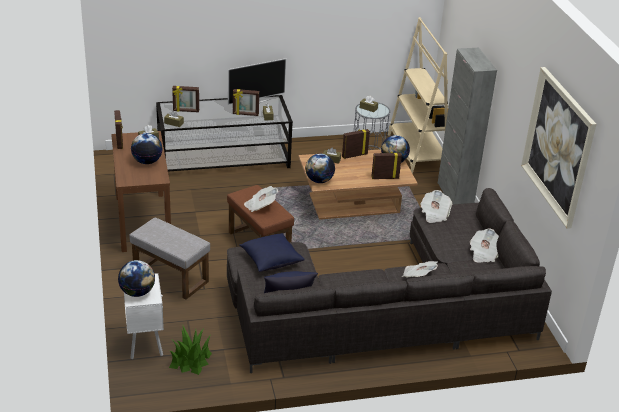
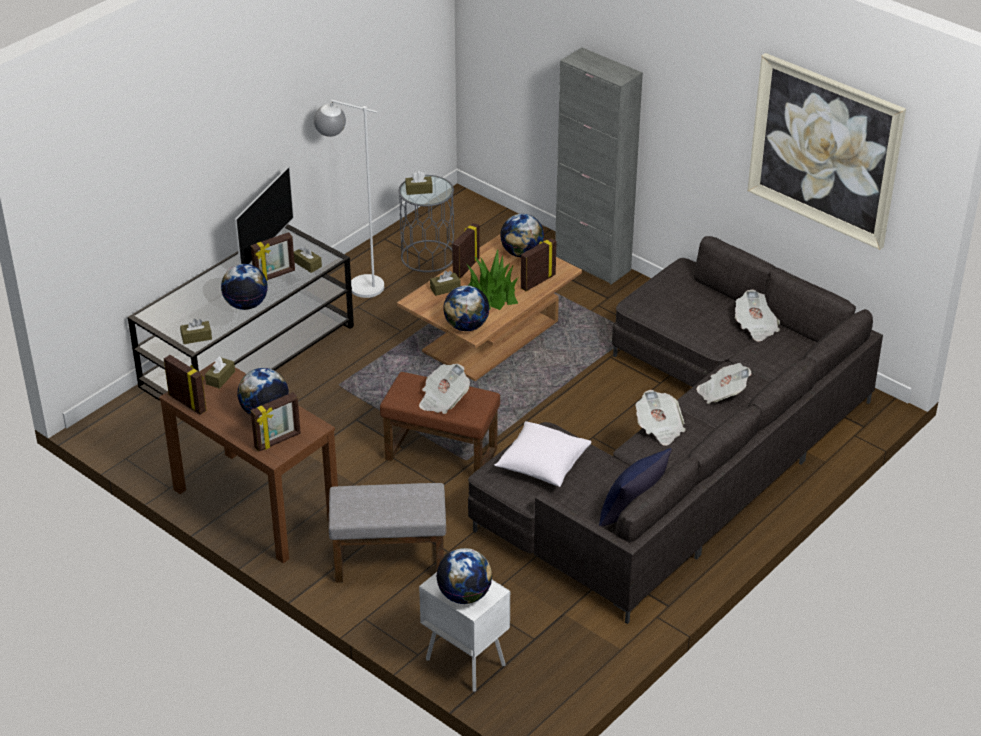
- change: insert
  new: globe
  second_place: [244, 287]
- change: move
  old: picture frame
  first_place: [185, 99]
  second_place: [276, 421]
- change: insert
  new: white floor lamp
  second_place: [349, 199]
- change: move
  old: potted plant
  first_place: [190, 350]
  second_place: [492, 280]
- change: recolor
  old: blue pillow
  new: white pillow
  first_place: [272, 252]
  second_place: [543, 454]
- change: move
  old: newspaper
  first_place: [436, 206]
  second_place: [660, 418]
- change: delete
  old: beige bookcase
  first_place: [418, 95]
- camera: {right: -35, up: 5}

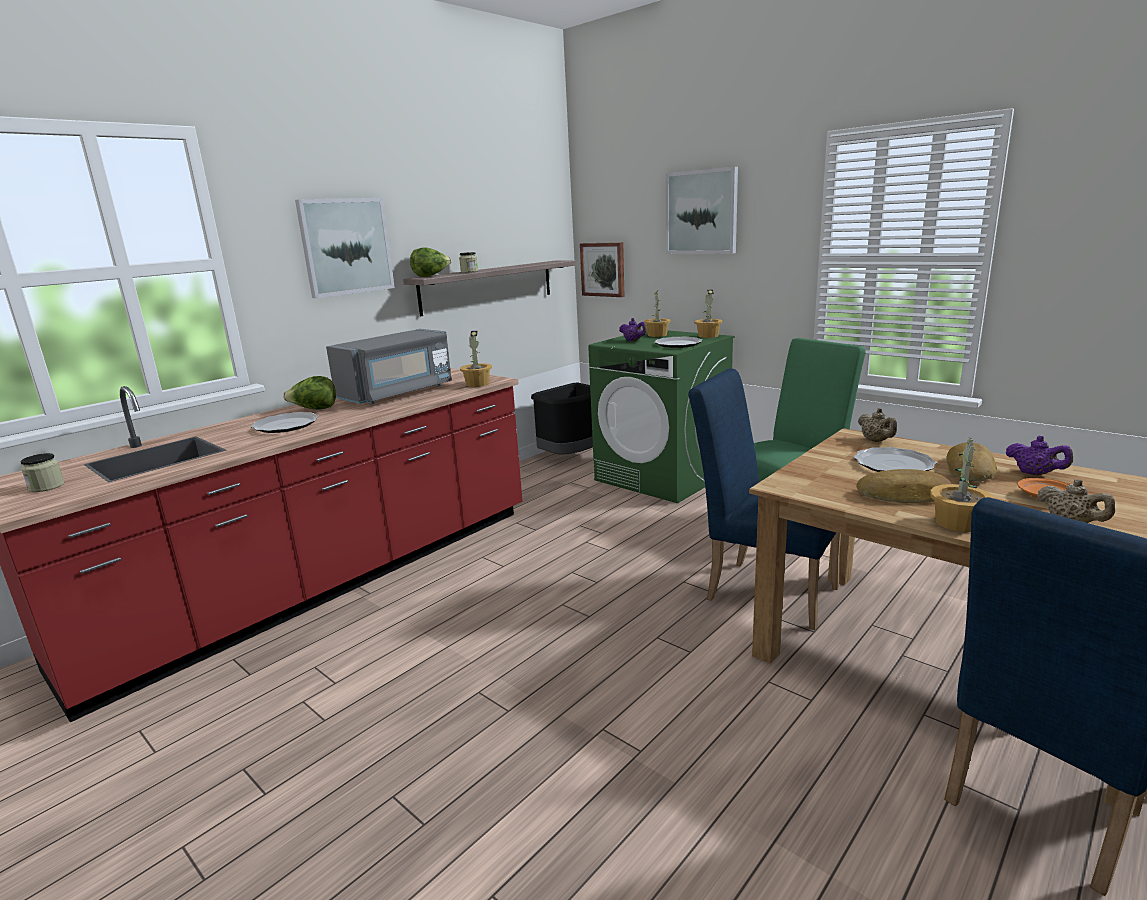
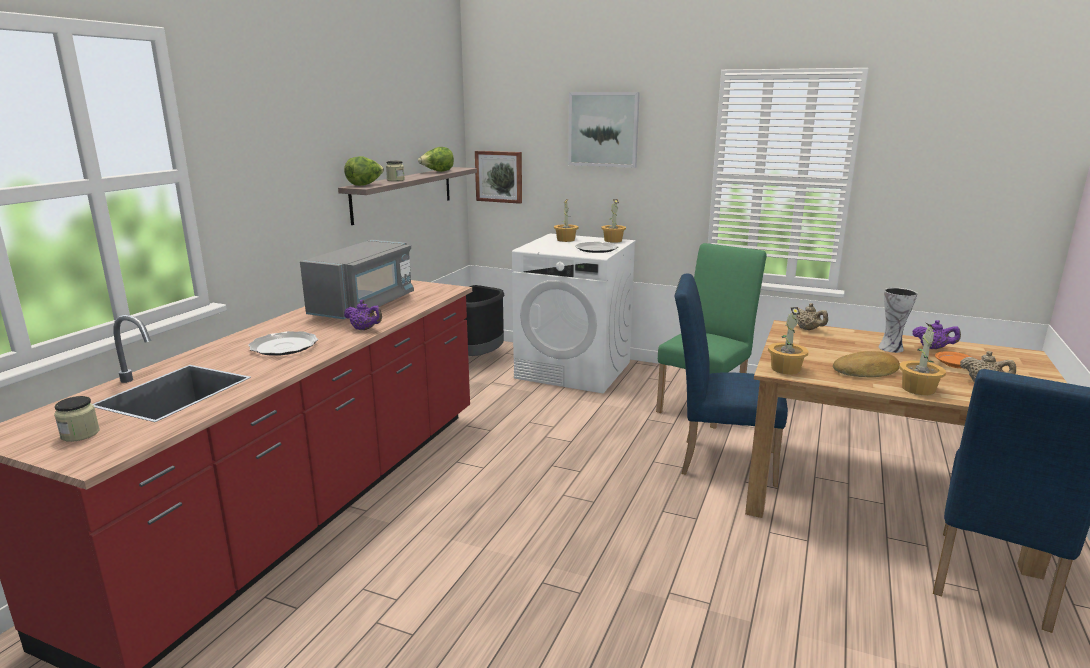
- change: move
  old: purple teapot
  first_place: [633, 329]
  second_place: [363, 315]
- change: move
  old: lettuce
  first_place: [309, 393]
  second_place: [436, 159]
- change: recolor
  old: green washing machine
  new: white washing machine
  first_place: [661, 417]
  second_place: [574, 313]
- change: move
  old: potted plant
  first_place: [476, 359]
  second_place: [788, 340]
- change: replace
  old: bread
  new: vase
  first_place: [971, 461]
  second_place: [898, 320]
- change: delete
  old: picture
  first_place: [345, 248]
- change: delete
  old: plate
  first_place: [895, 459]
- camera: {right: -20, up: 0}

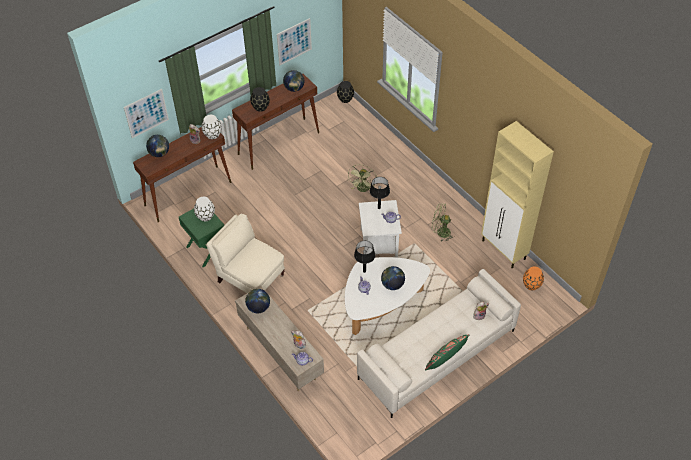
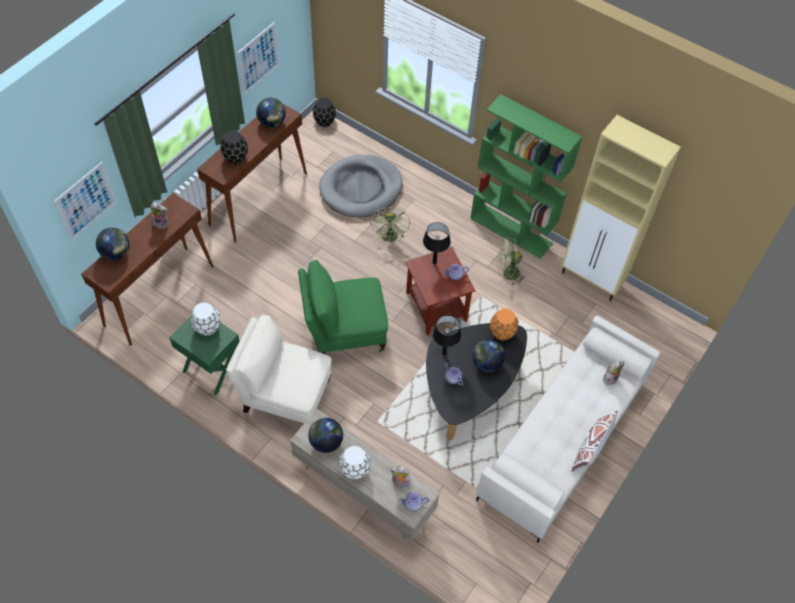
- change: insert
  new: green armchair
  second_place: [343, 307]
- change: insert
  new: grey dog bed
  second_place: [361, 186]
- change: move
  old: white vase
  first_place: [212, 127]
  second_place: [355, 463]
- change: recolor
  old: white side table
  new: brown side table
  first_place: [380, 229]
  second_place: [440, 291]
- change: recolor
  old: white coffee table
  new: black coffee table
  first_place: [387, 296]
  second_place: [476, 381]
- change: insert
  new: green bookcase
  second_place: [526, 176]
- change: move
  old: orange vase
  first_place: [533, 278]
  second_place: [504, 324]
- change: recolor
  old: green pillow
  new: white pillow
  first_place: [447, 352]
  second_place: [594, 441]
- camera: {right: -20, up: 5}

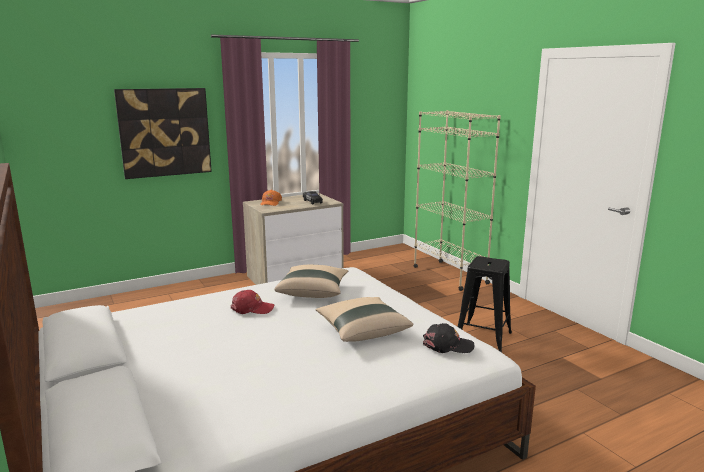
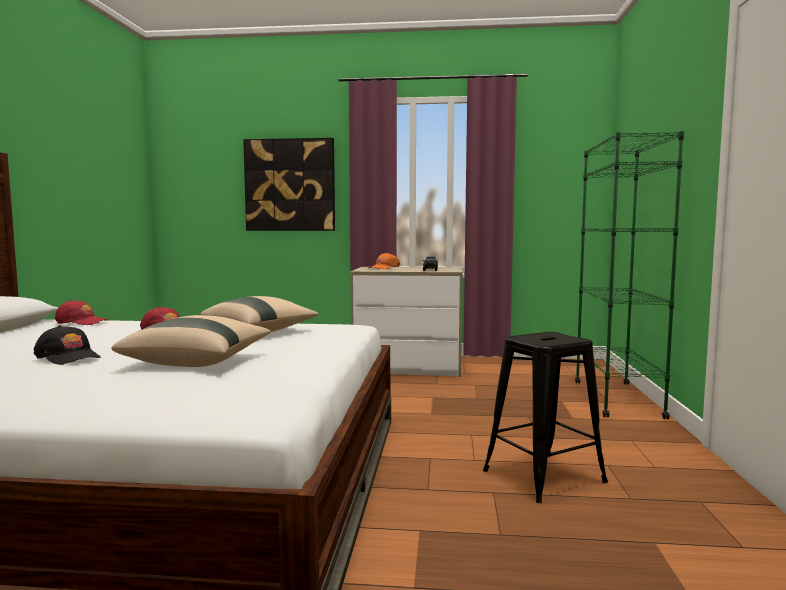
- change: move
  old: black cap
  first_place: [449, 338]
  second_place: [67, 345]
- change: insert
  new: red cap
  second_place: [81, 312]
- change: recolor
  old: beige bookcase
  new: green bookcase
  first_place: [457, 200]
  second_place: [629, 275]
- camera: {right: 35, up: -10}

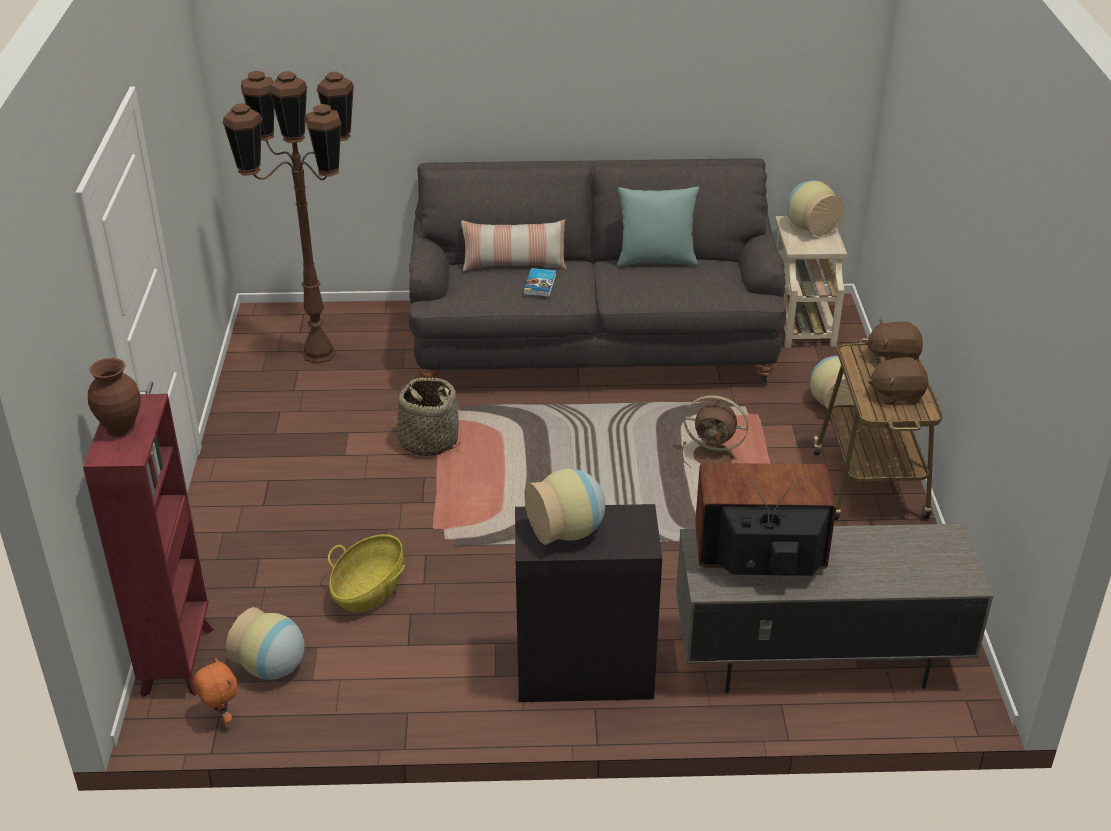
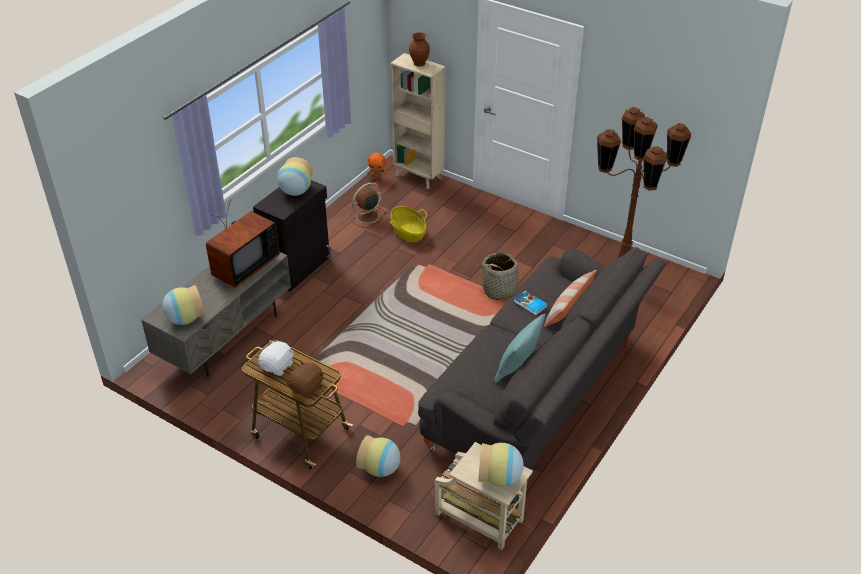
- change: move
  old: vase
  first_place: [265, 643]
  second_place: [183, 305]
- change: recolor
  old: brown plush toy
  new: white plush toy
  first_place: [898, 380]
  second_place: [275, 358]
- change: move
  old: brown fan
  first_place: [715, 431]
  second_place: [368, 205]
- change: recolor
  old: red bookcase
  new: beige bookcase
  first_place: [148, 545]
  second_place: [418, 121]
- camera: {right: 125, up: 5}

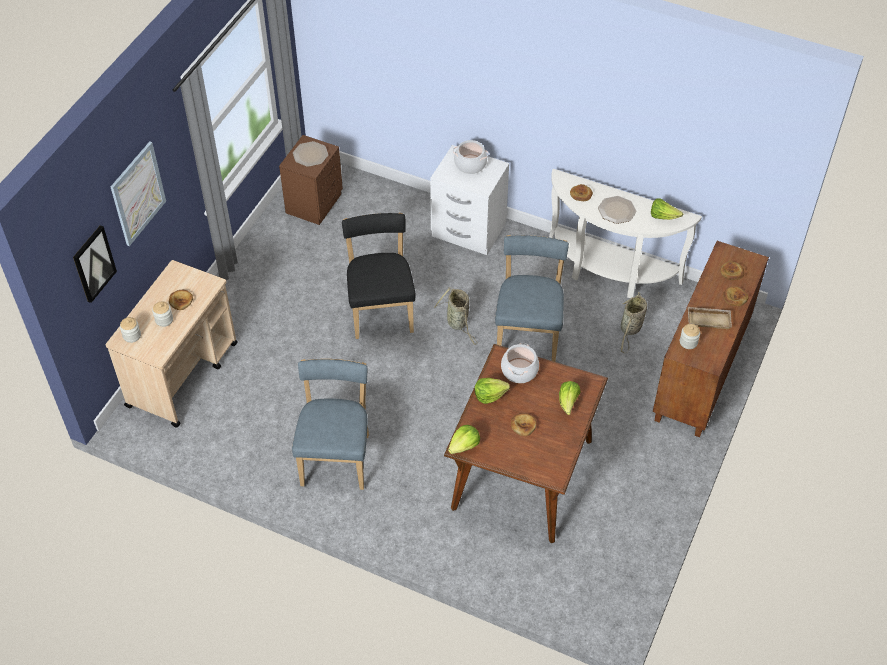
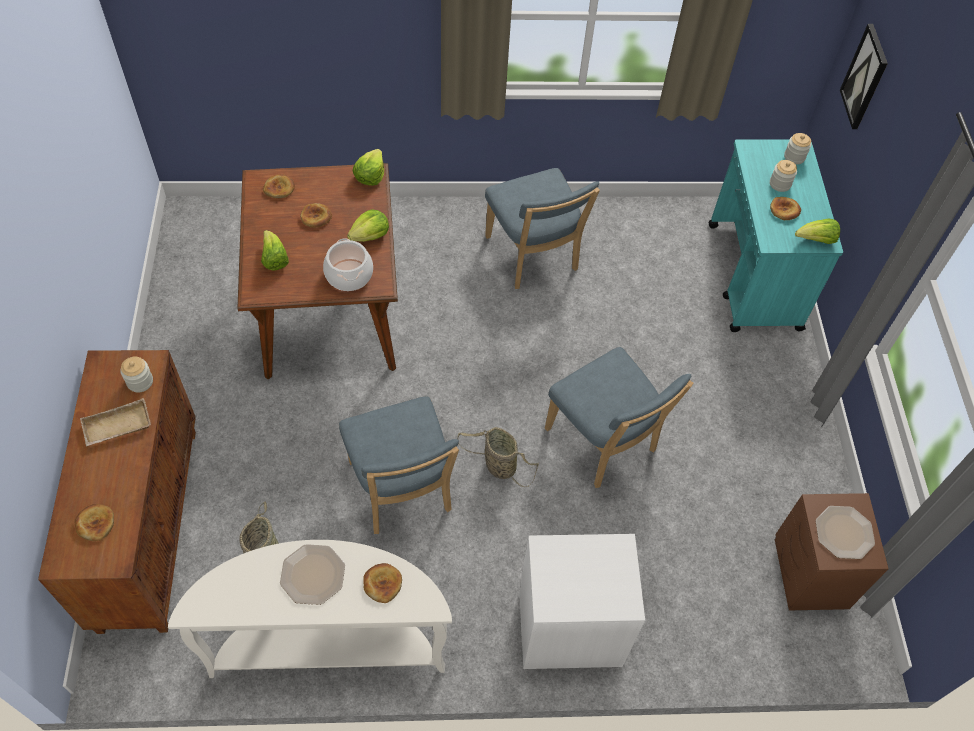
- change: move
  old: bread
  first_place: [736, 296]
  second_place: [279, 186]
- change: recolor
  old: black chair
  new: blue chair
  first_place: [379, 276]
  second_place: [619, 417]
- change: recolor
  old: beige cart
  new: turquoise cart
  first_place: [171, 343]
  second_place: [775, 235]
- change: move
  old: lettuce
  first_place: [667, 209]
  second_place: [817, 231]
- change: delete
  old: picture
  first_place: [138, 193]
- change: delete
  old: cooking pot
  first_place: [471, 157]
- camera: {right: 150, up: 5}

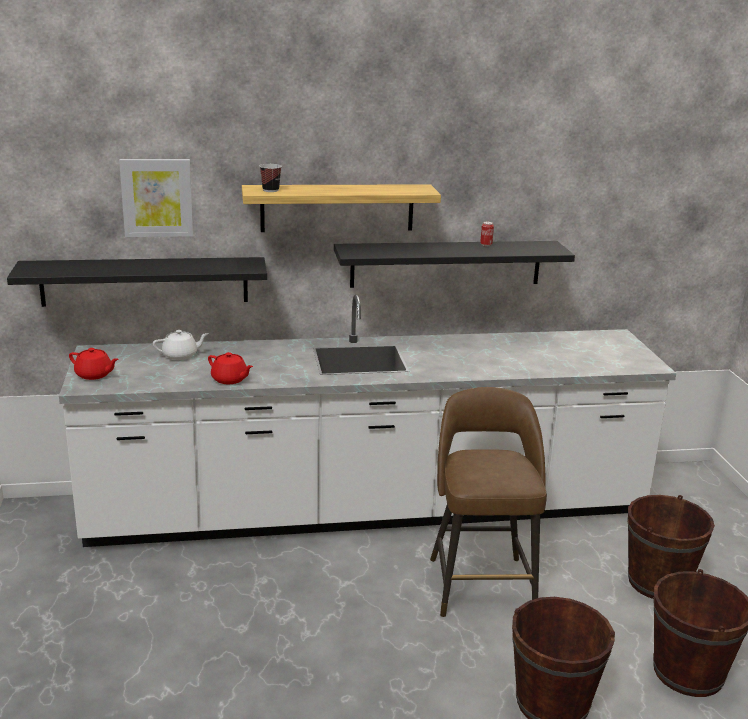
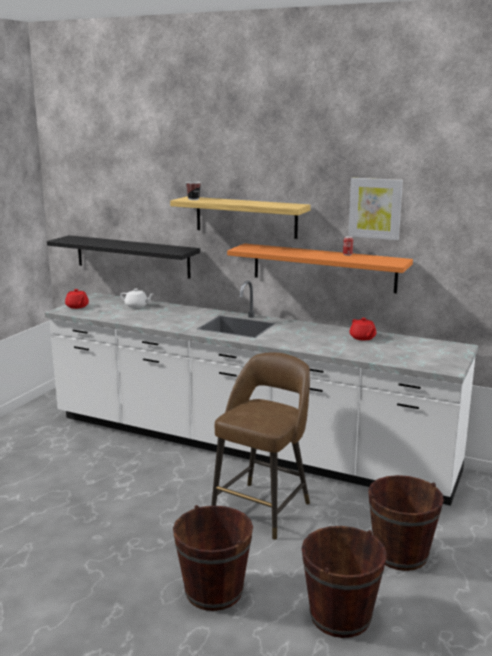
- change: recolor
  old: black shelf
  new: orange shelf
  first_place: [454, 264]
  second_place: [320, 268]
- change: move
  old: picture
  first_place: [156, 198]
  second_place: [375, 209]
- change: move
  old: red teapot
  first_place: [230, 368]
  second_place: [362, 329]
- camera: {right: 35, up: -5}

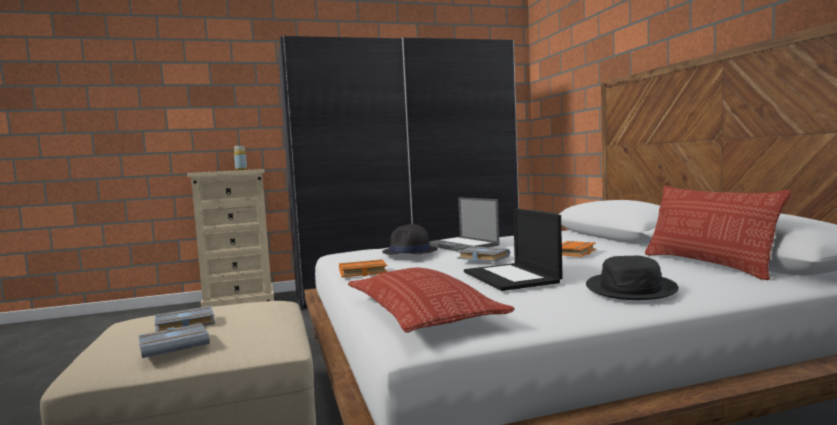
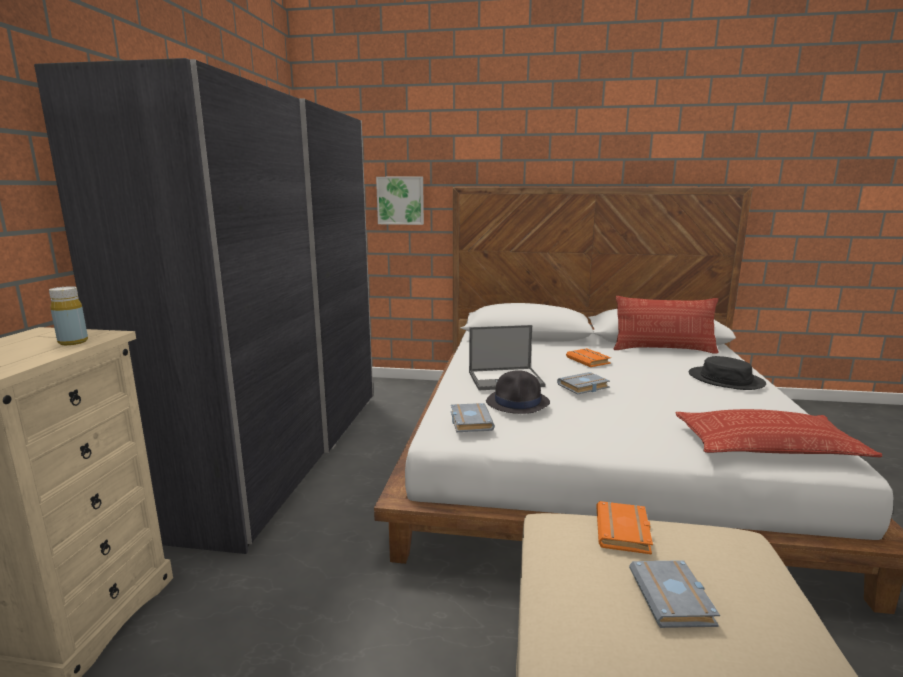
- change: insert
  new: picture
  second_place: [400, 201]
- change: move
  old: grey book
  first_place: [174, 340]
  second_place: [473, 417]
- change: move
  old: orange book
  first_place: [363, 268]
  second_place: [624, 527]
- change: delete
  old: laptop
  first_place: [513, 249]
- camera: {right: -65, up: 10}

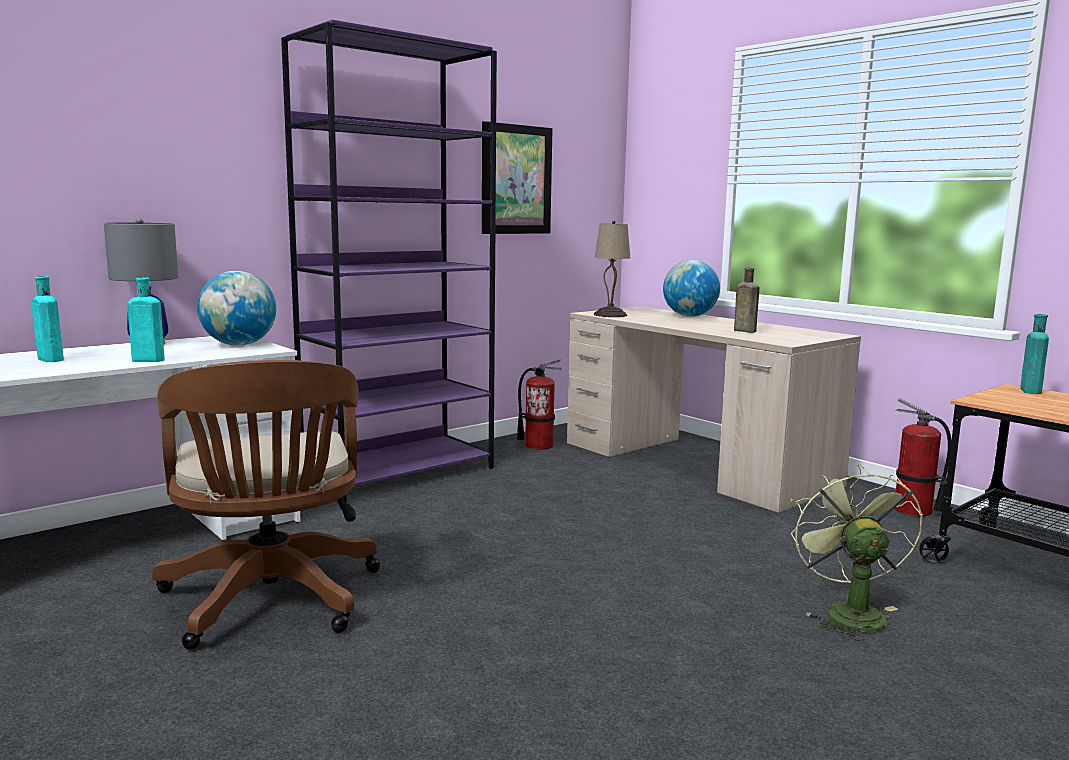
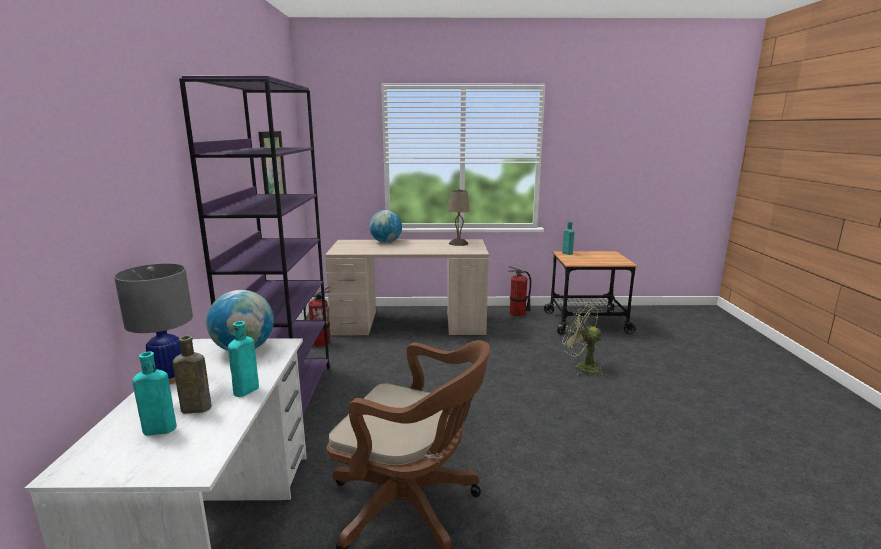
- change: move
  old: brown bottle
  first_place: [746, 300]
  second_place: [192, 374]
- change: move
  old: beige table lamp
  first_place: [612, 269]
  second_place: [459, 217]
- camera: {right: -50, up: 5}

